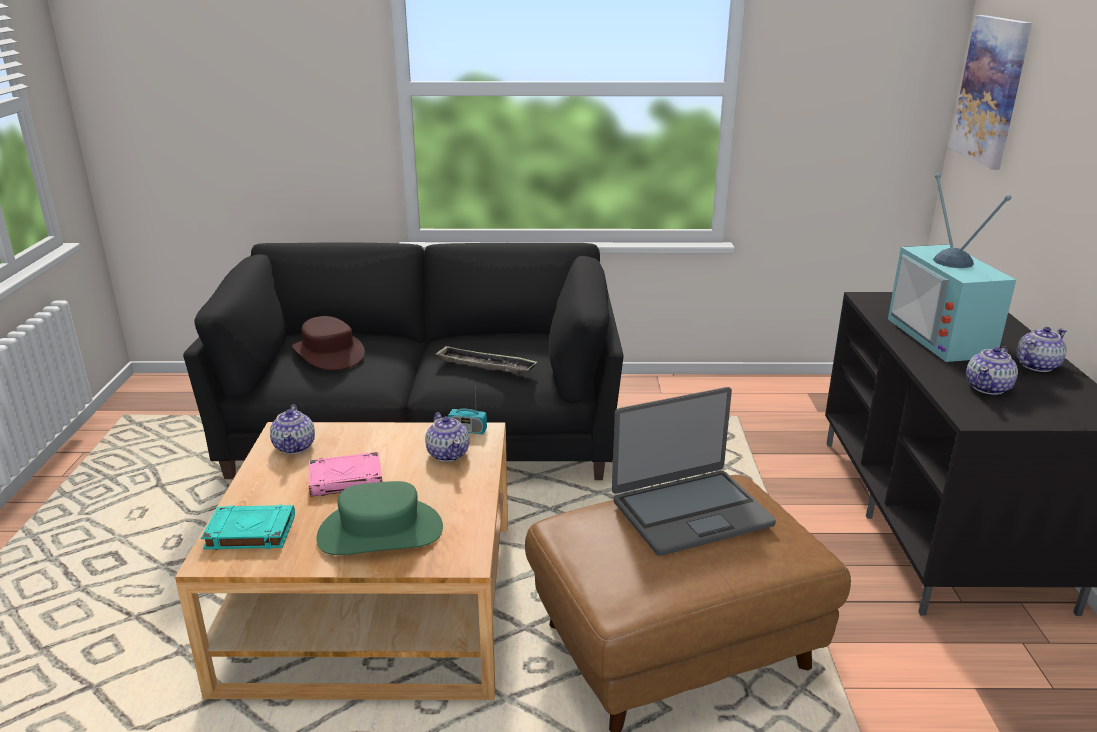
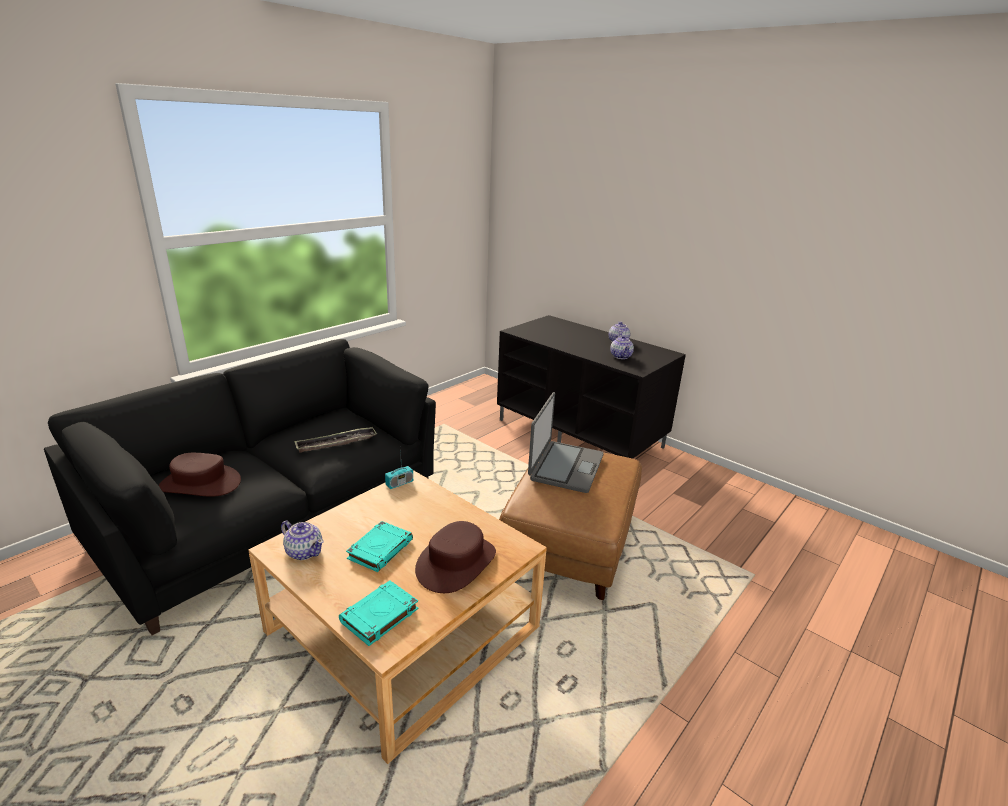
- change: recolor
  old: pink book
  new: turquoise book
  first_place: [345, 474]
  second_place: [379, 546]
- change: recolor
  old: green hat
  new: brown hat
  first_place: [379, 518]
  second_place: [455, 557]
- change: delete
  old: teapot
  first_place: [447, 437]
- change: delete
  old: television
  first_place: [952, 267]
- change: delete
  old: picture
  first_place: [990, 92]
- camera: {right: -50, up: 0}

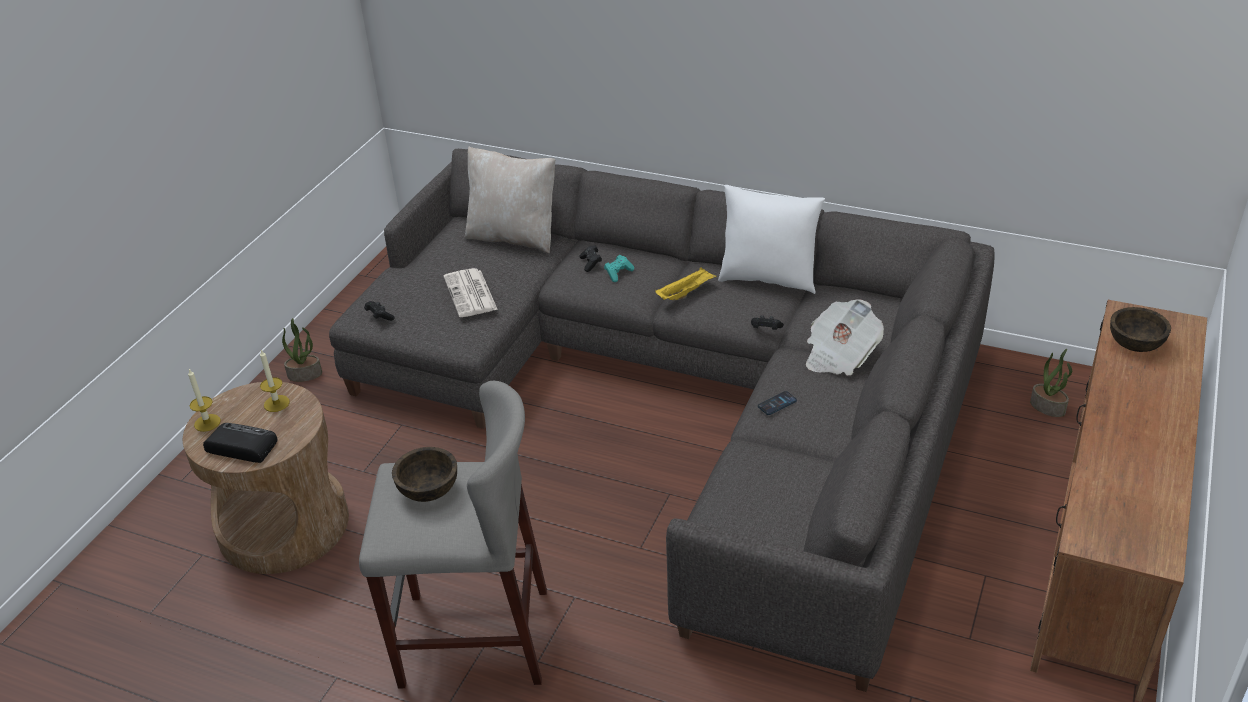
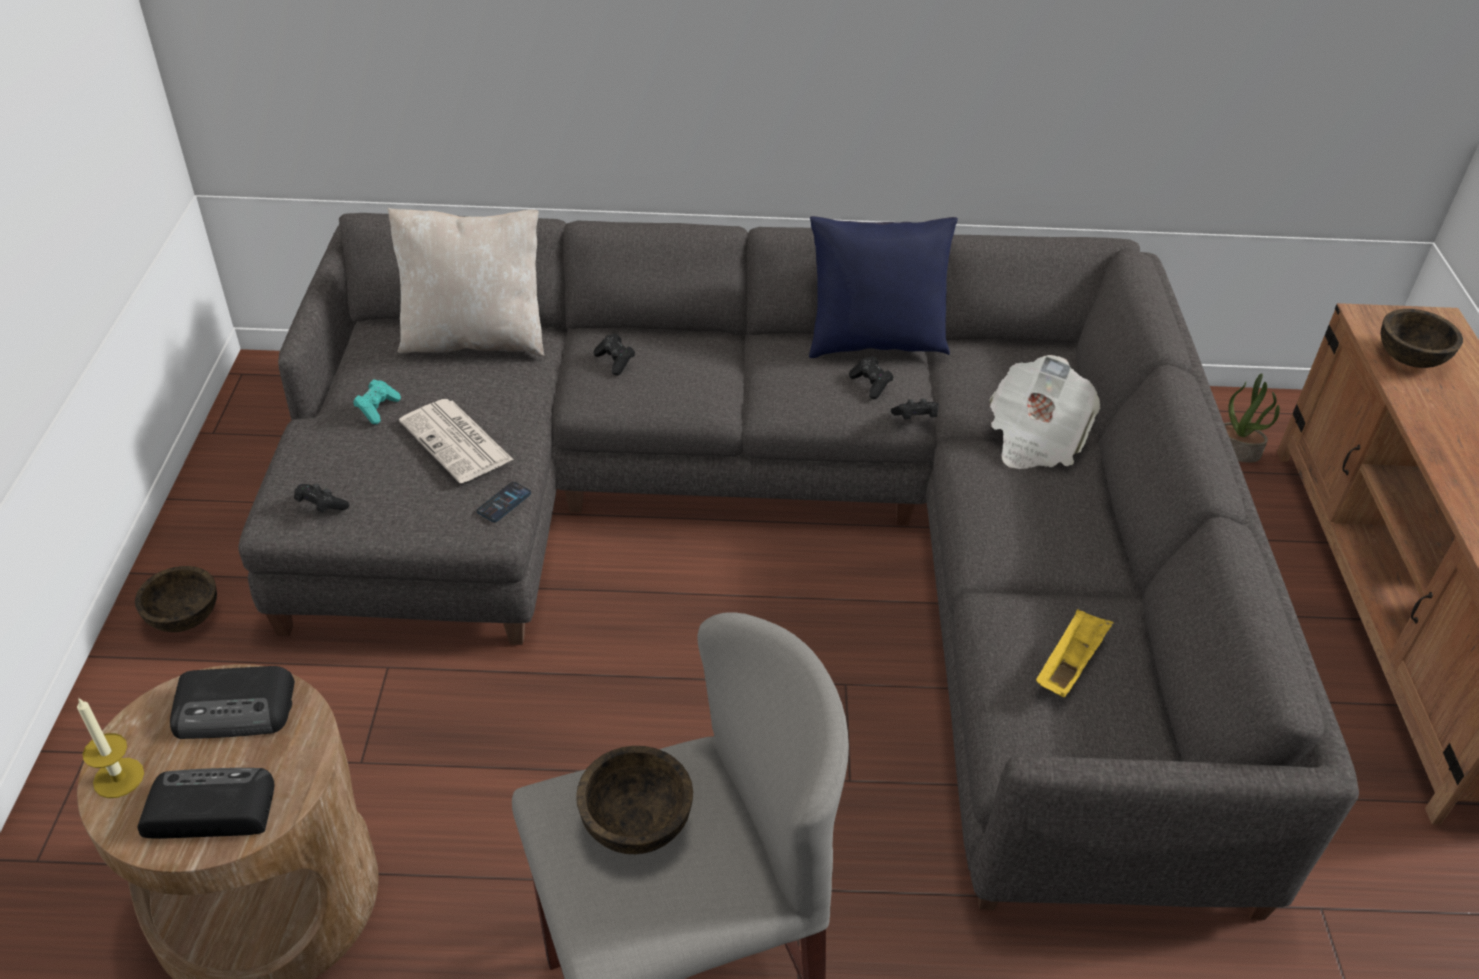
- change: replace
  old: potted plant
  new: brown bowl
  first_place: [302, 350]
  second_place: [176, 599]
- change: replace
  old: candle
  new: radio
  first_place: [275, 380]
  second_place: [232, 702]
- change: move
  old: turquoise game controller
  first_place: [619, 268]
  second_place: [377, 401]
- change: move
  old: phone
  first_place: [777, 403]
  second_place: [504, 502]
- change: recolor
  old: white pillow
  new: blue pillow
  first_place: [771, 239]
  second_place: [883, 287]
- change: insert
  new: black game controller
  second_place: [871, 377]
- change: move
  old: yellow tray
  first_place: [685, 283]
  second_place: [1075, 653]
- camera: {right: -25, up: 5}

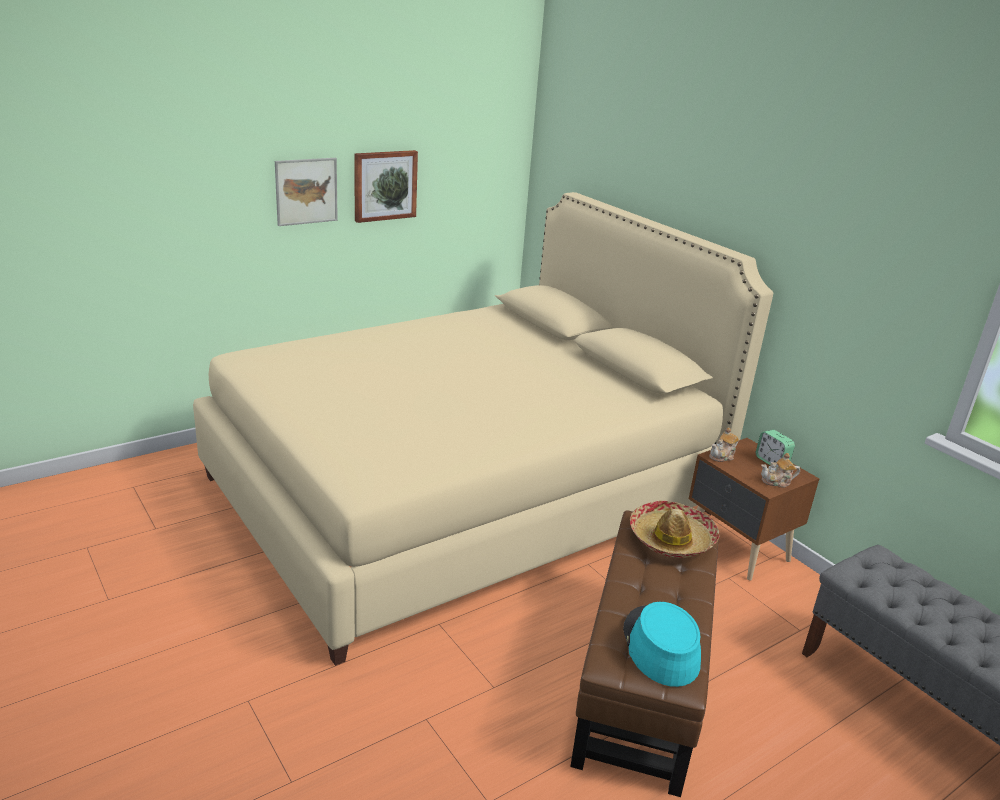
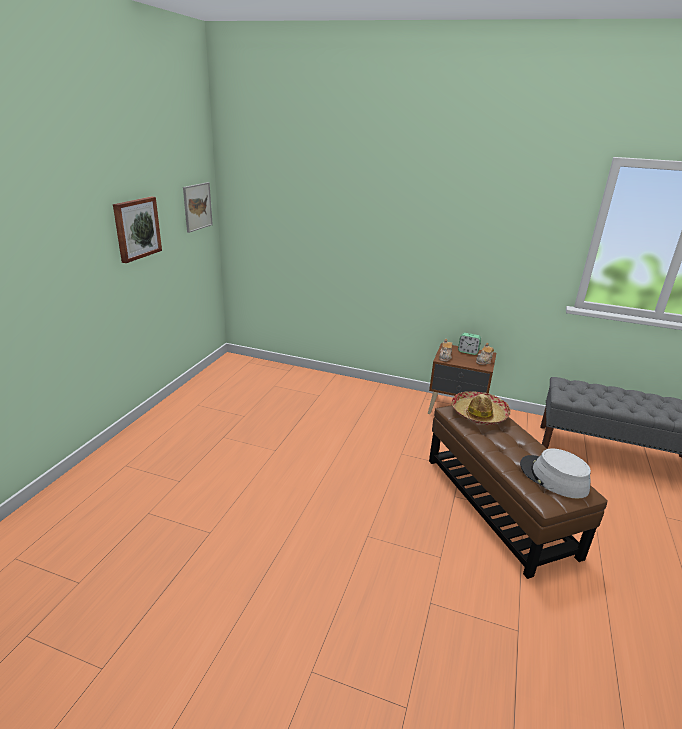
- change: move
  old: picture
  first_place: [306, 192]
  second_place: [198, 207]
- change: recolor
  old: turquoise hat
  new: grey hat
  first_place: [662, 644]
  second_place: [555, 473]
- change: delete
  old: beige bed
  first_place: [483, 429]
- camera: {right: -35, up: 0}

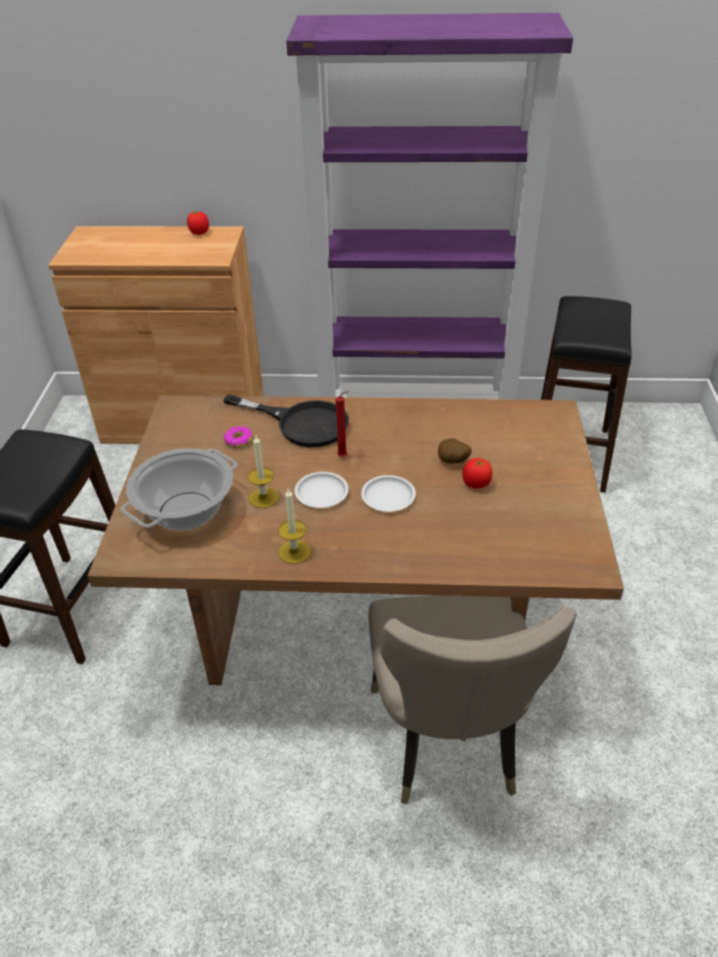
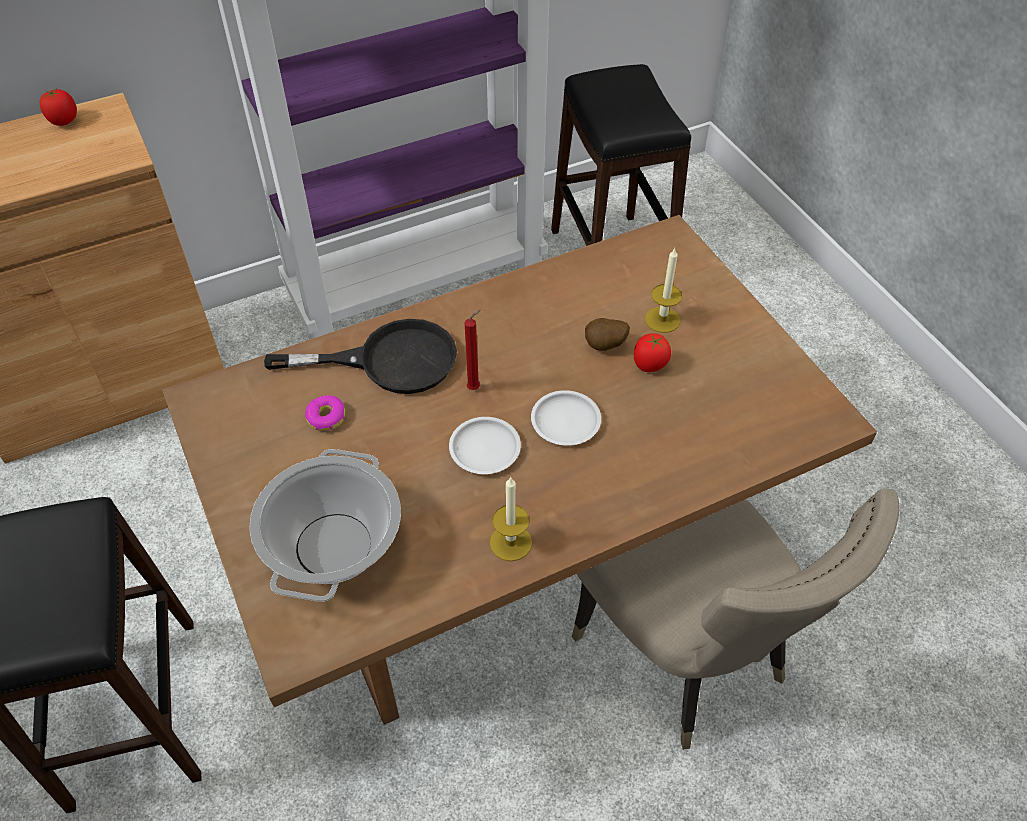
- change: move
  old: candle
  first_place: [263, 471]
  second_place: [663, 290]
- camera: {right: -30, up: 10}

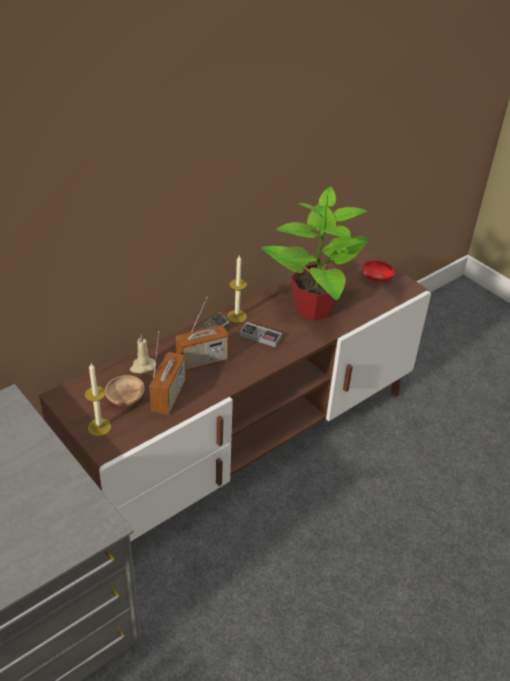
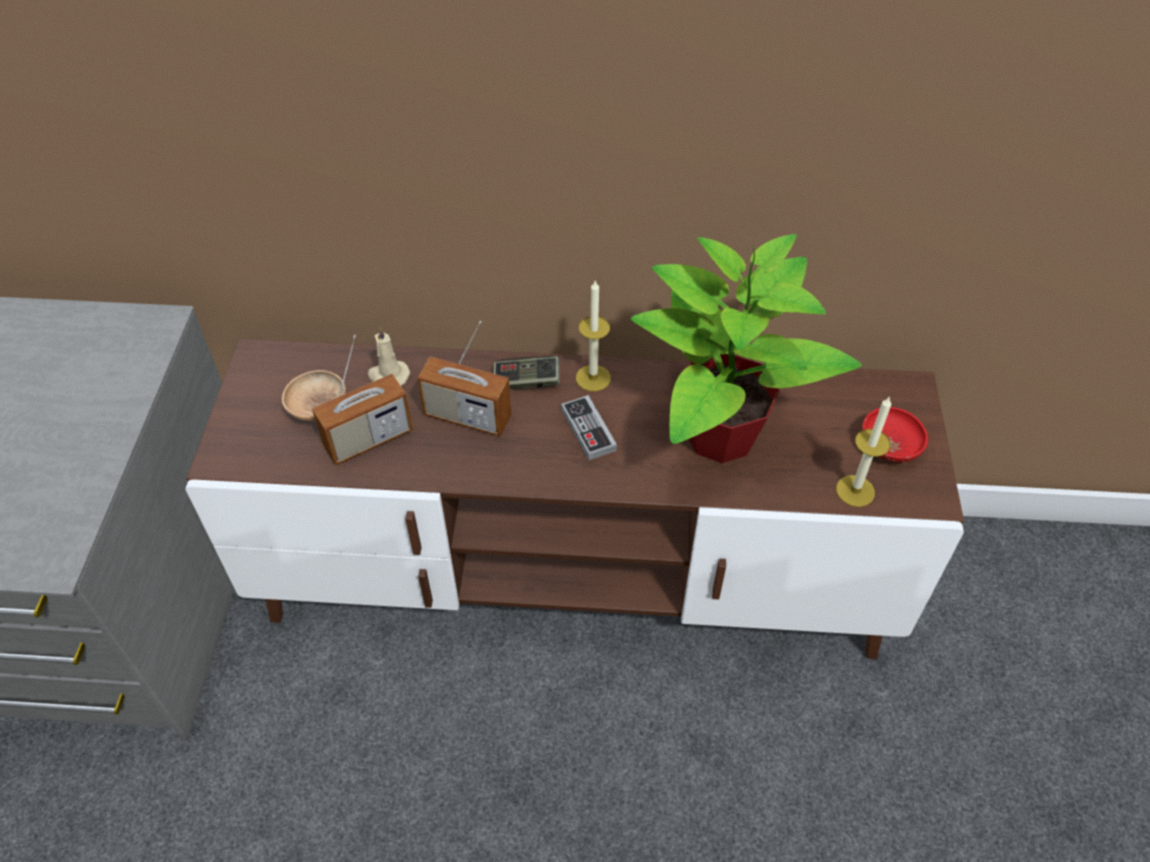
- change: move
  old: candle
  first_place: [98, 399]
  second_place: [863, 451]
- camera: {right: 45, up: 10}

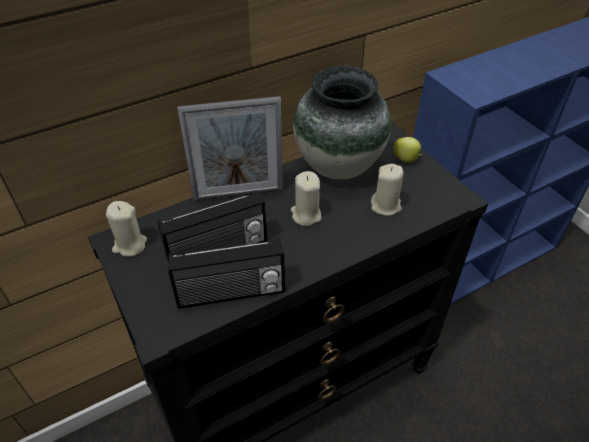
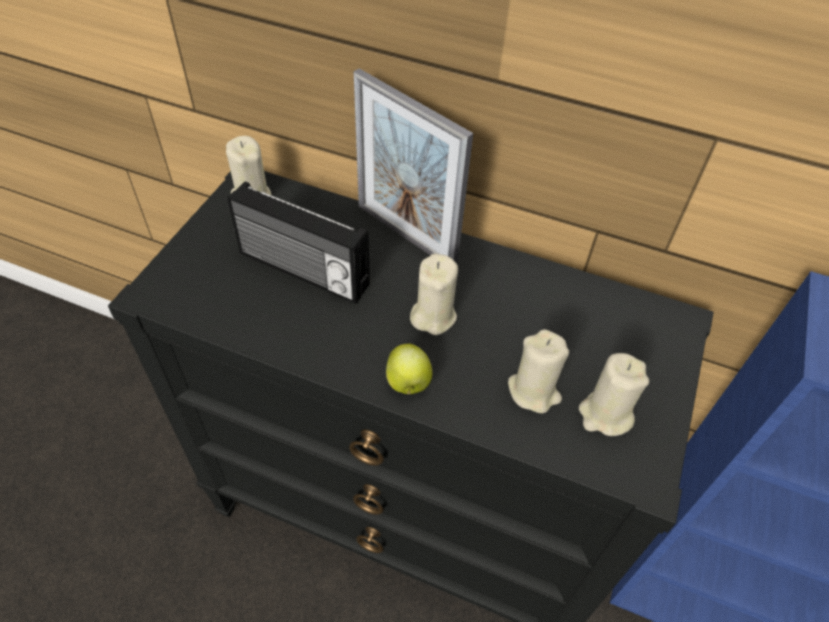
- change: move
  old: apple
  first_place: [408, 150]
  second_place: [409, 368]
- change: insert
  new: beige candle
  second_place: [614, 394]
- change: delete
  old: radio
  first_place: [226, 273]
- change: delete
  old: vase
  first_place: [342, 122]
- camera: {right: 50, up: 5}

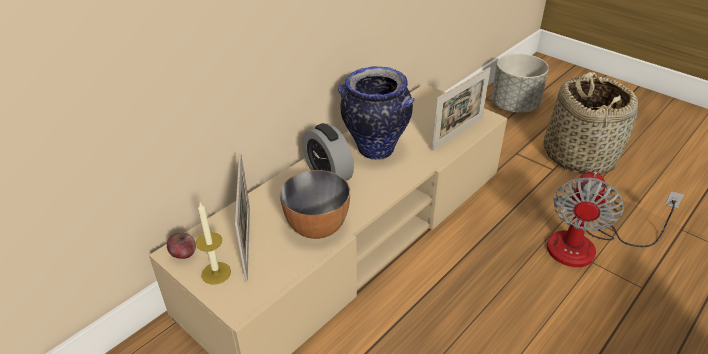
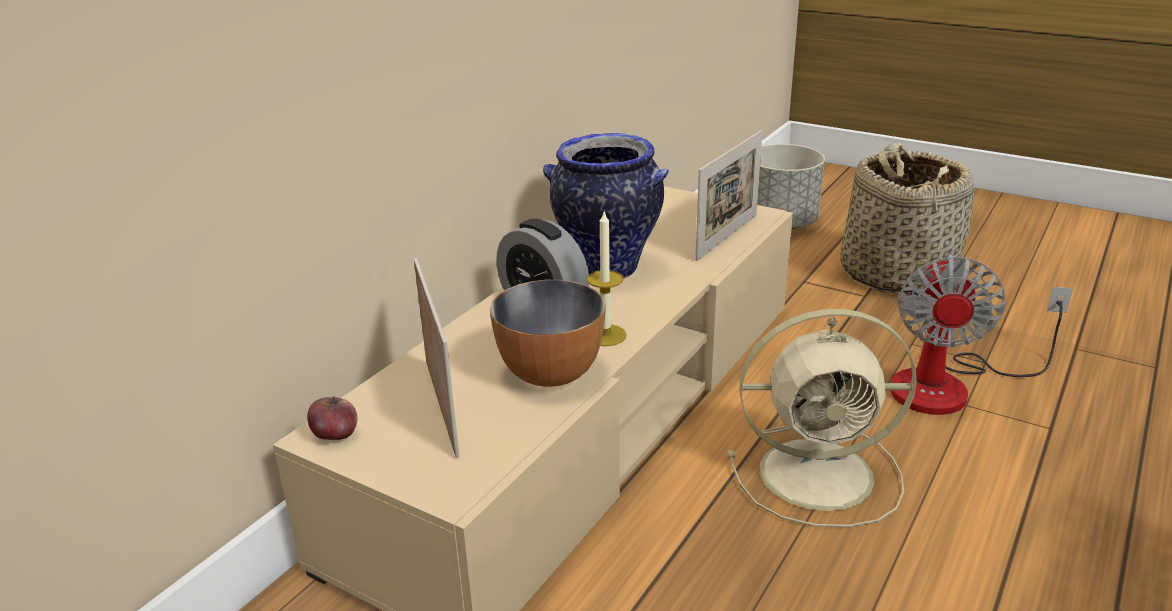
- change: move
  old: candle
  first_place: [213, 244]
  second_place: [607, 278]
- change: insert
  new: beige fan
  second_place: [822, 418]
- camera: {right: -10, up: -10}

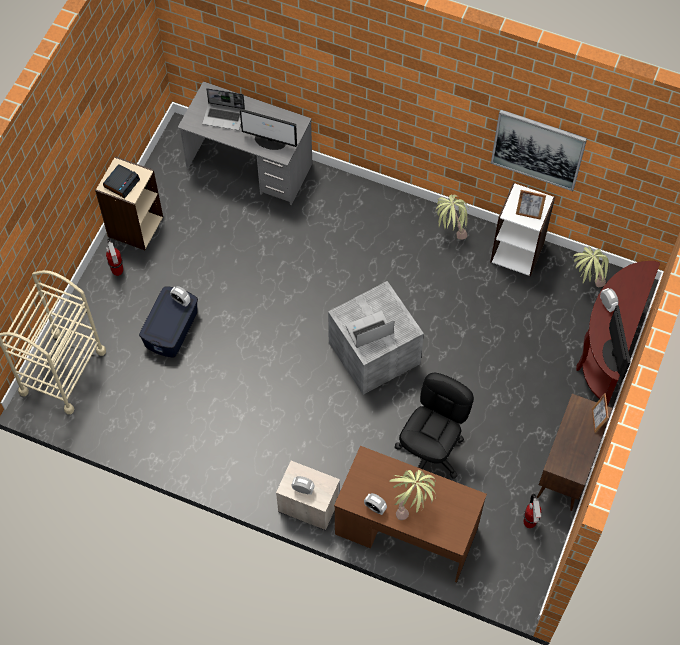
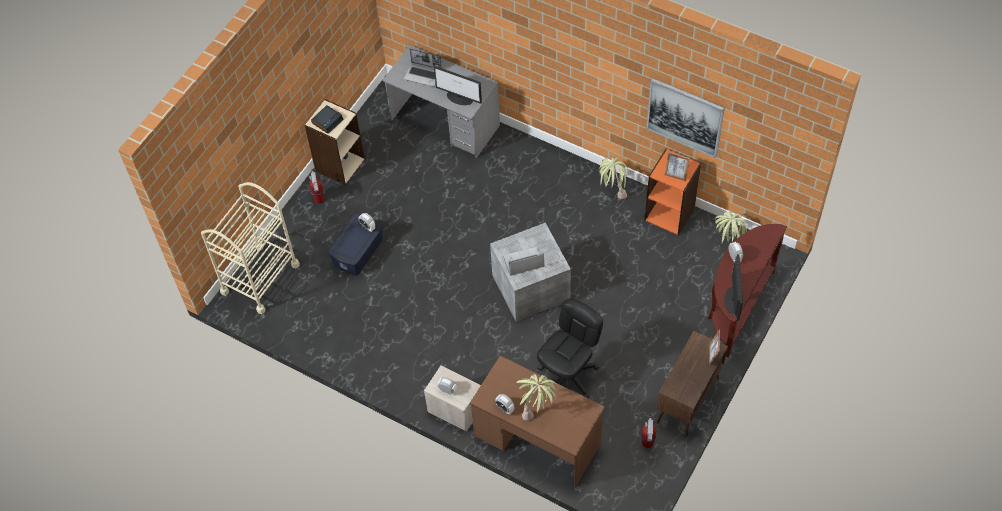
- change: recolor
  old: white bookcase
  new: orange bookcase
  first_place: [522, 229]
  second_place: [673, 192]
- camera: {right: 10, up: -5}

